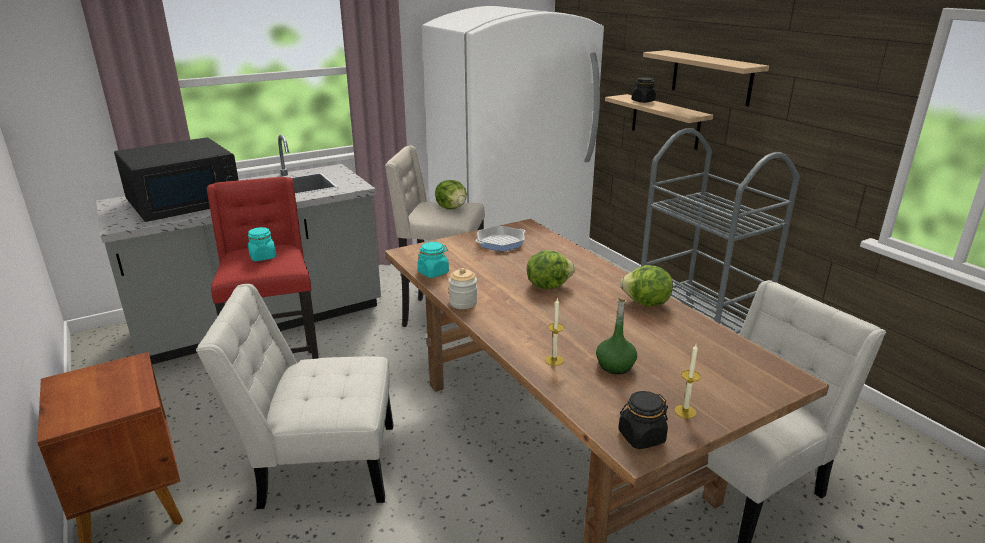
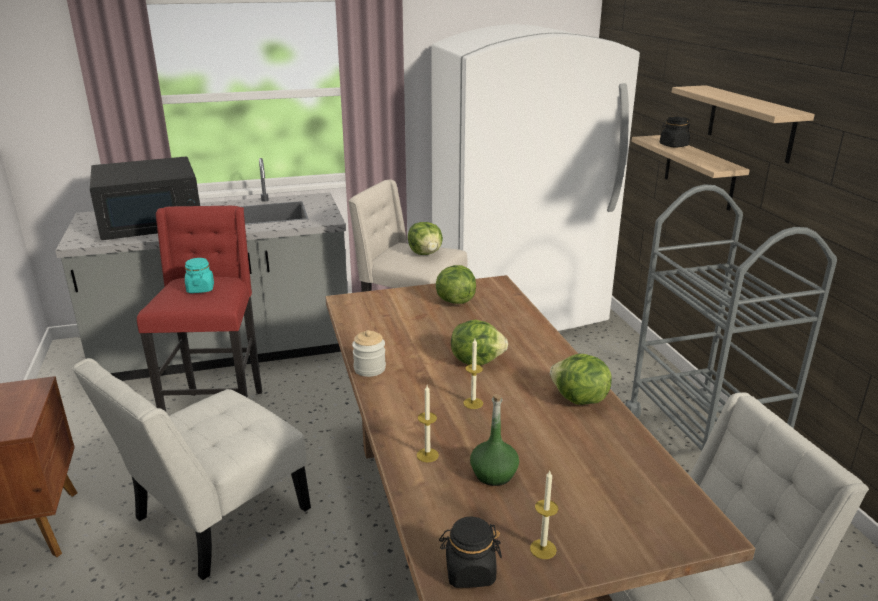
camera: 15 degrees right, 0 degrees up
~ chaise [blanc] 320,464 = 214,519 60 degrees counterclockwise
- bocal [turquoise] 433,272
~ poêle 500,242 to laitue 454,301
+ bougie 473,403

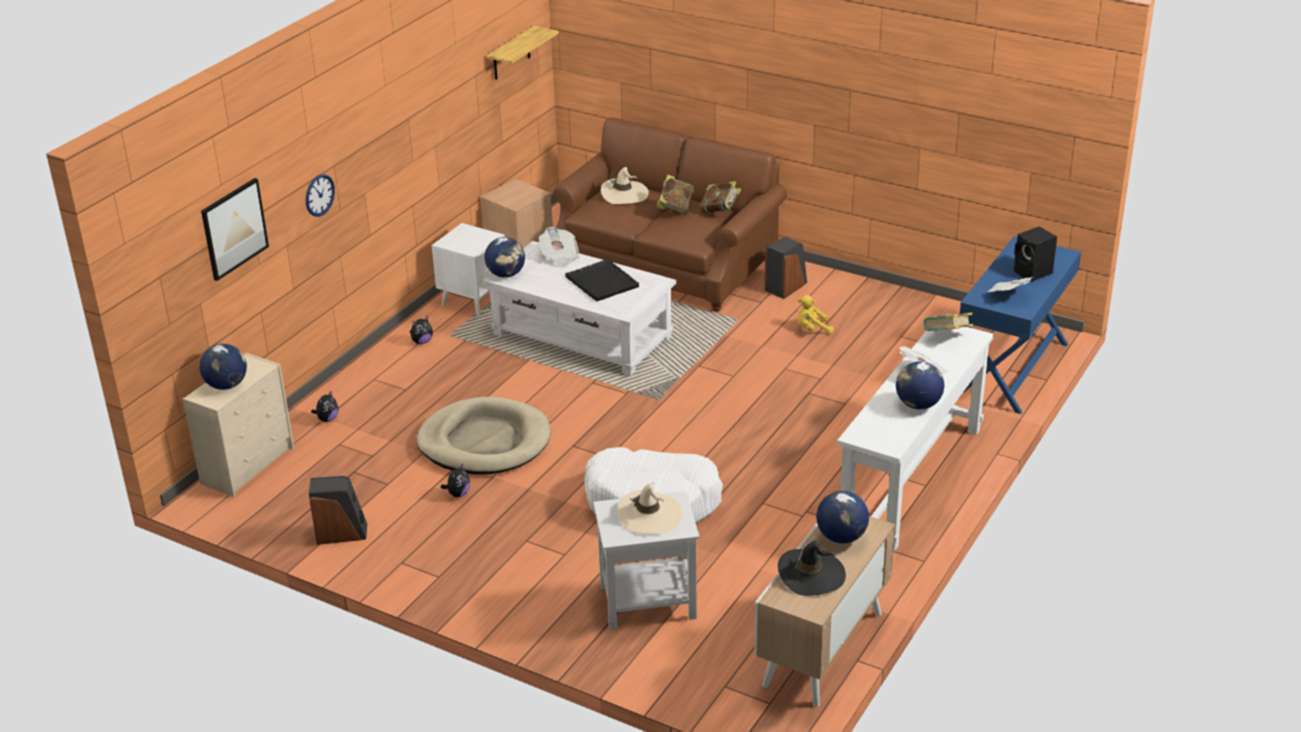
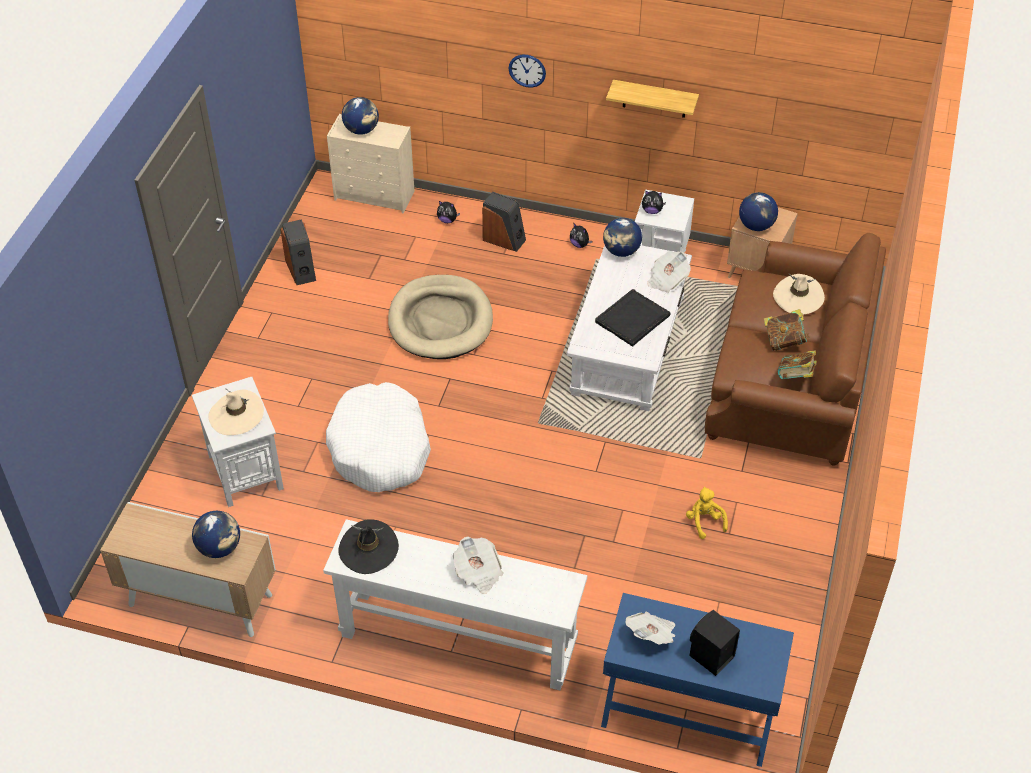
camera: 75 degrees right, 15 degrees up
- tableau 234,228
~ peluche 458,494 to 652,211
~ étagère 511,54 to 654,99
~ enceinte 786,287 to 504,239
~ chapeau [noir] 811,574 to 368,549
~ globe 918,405 to 756,225
- livre 946,337

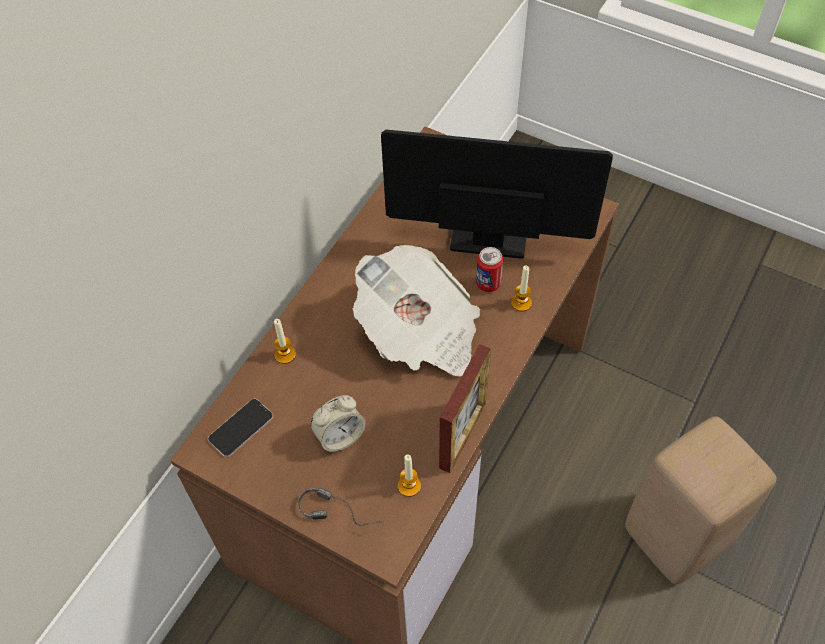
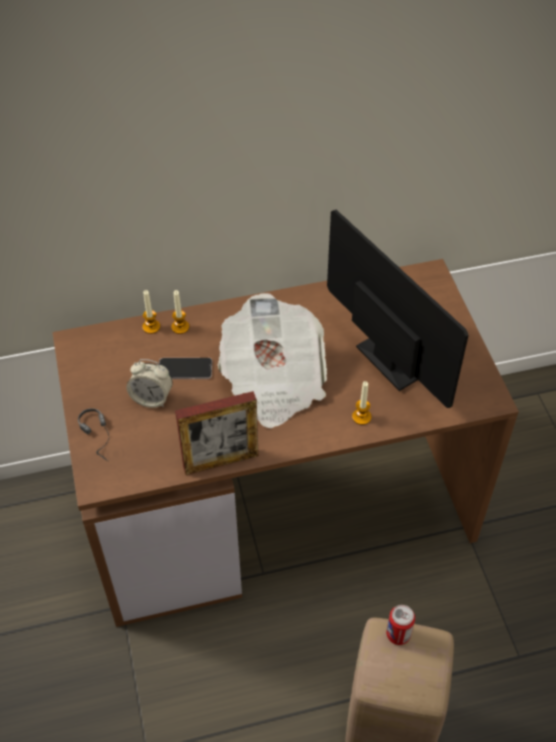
camera: 45 degrees right, 5 degrees down
~ téléphone 241,428 to 185,369
~ bougie 409,486 to 151,327
~ boîte métallique 488,283 to 398,634

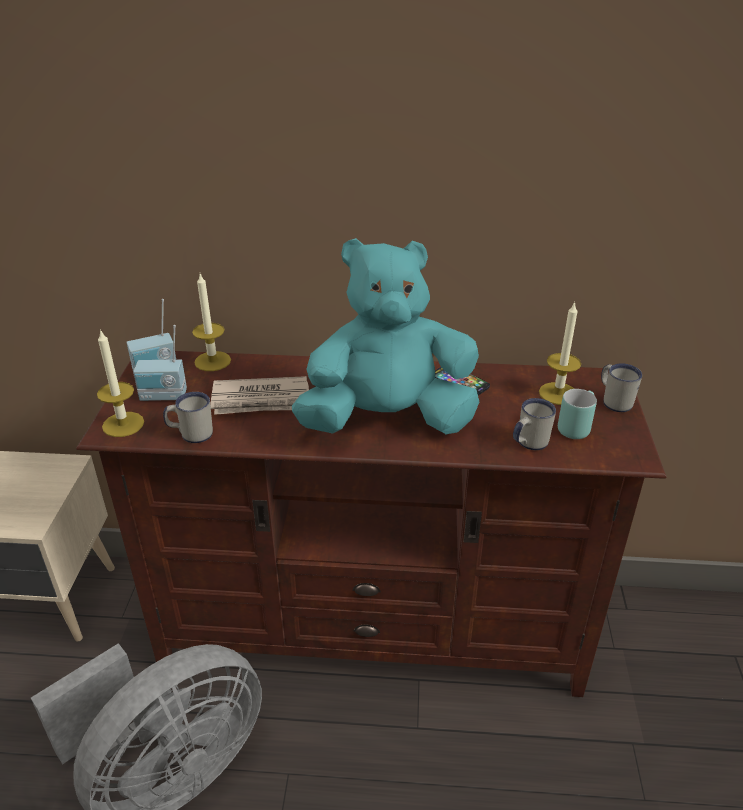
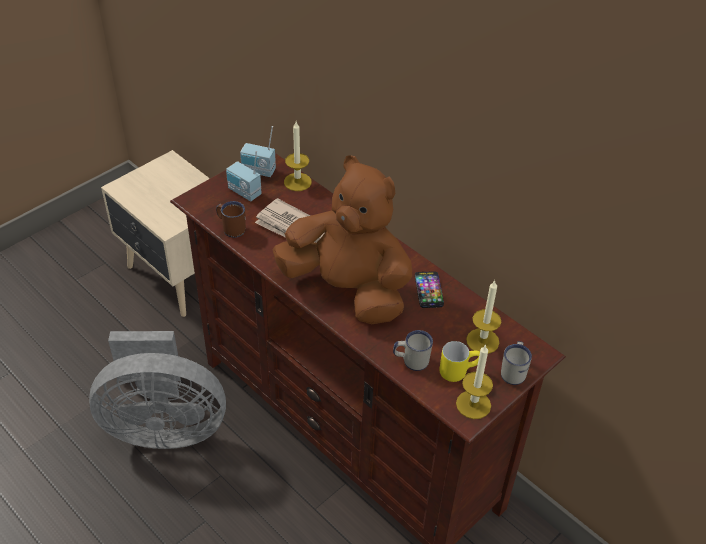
camera: 40 degrees right, 10 degrees up
~ bougie 123,424 to 473,404
~ mug [blanc] 191,434 to mug [marron] 231,228
~ peluche [turquoise] 388,420 to peluche [marron] 348,289
~ mug [turquoise] 574,426 to mug [jaune] 458,370

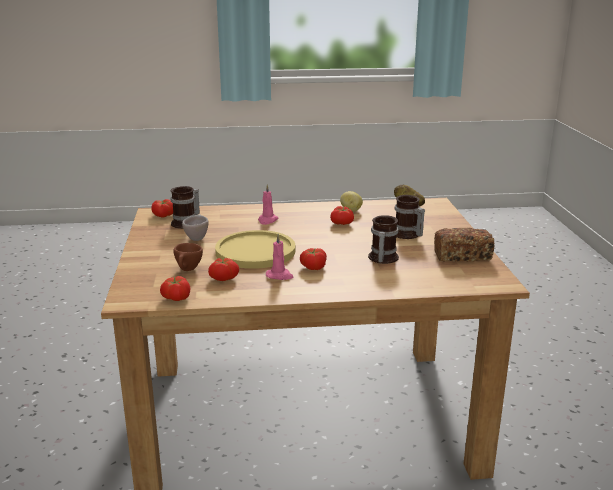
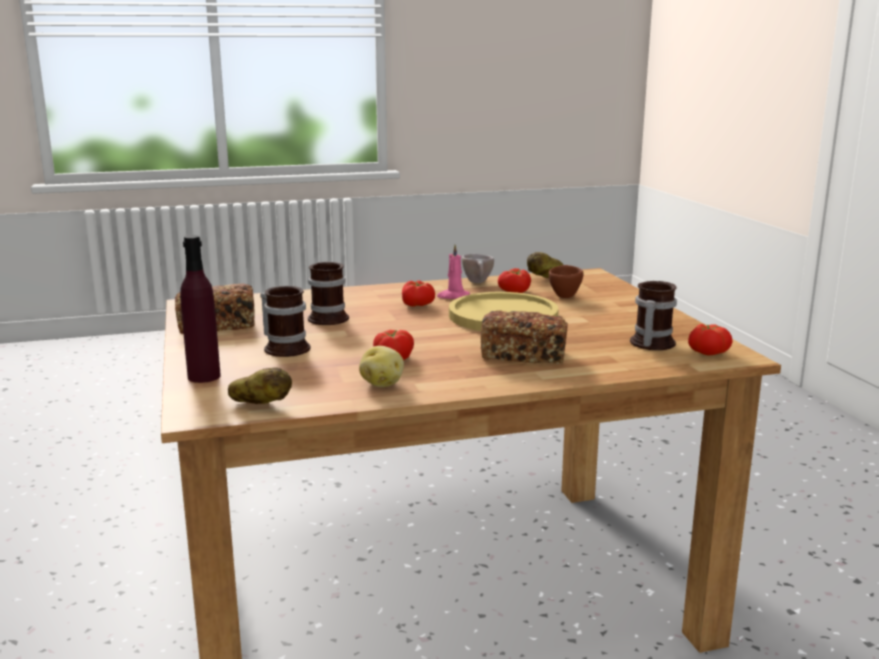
camera: 170 degrees right, 5 degrees down
~ tomate 175,298 to pomme de terre 545,277
~ tasse [beige] 197,237 to 478,283
~ bougie [rose] 267,220 to pain 523,355
+ bouteille [violet] 204,376

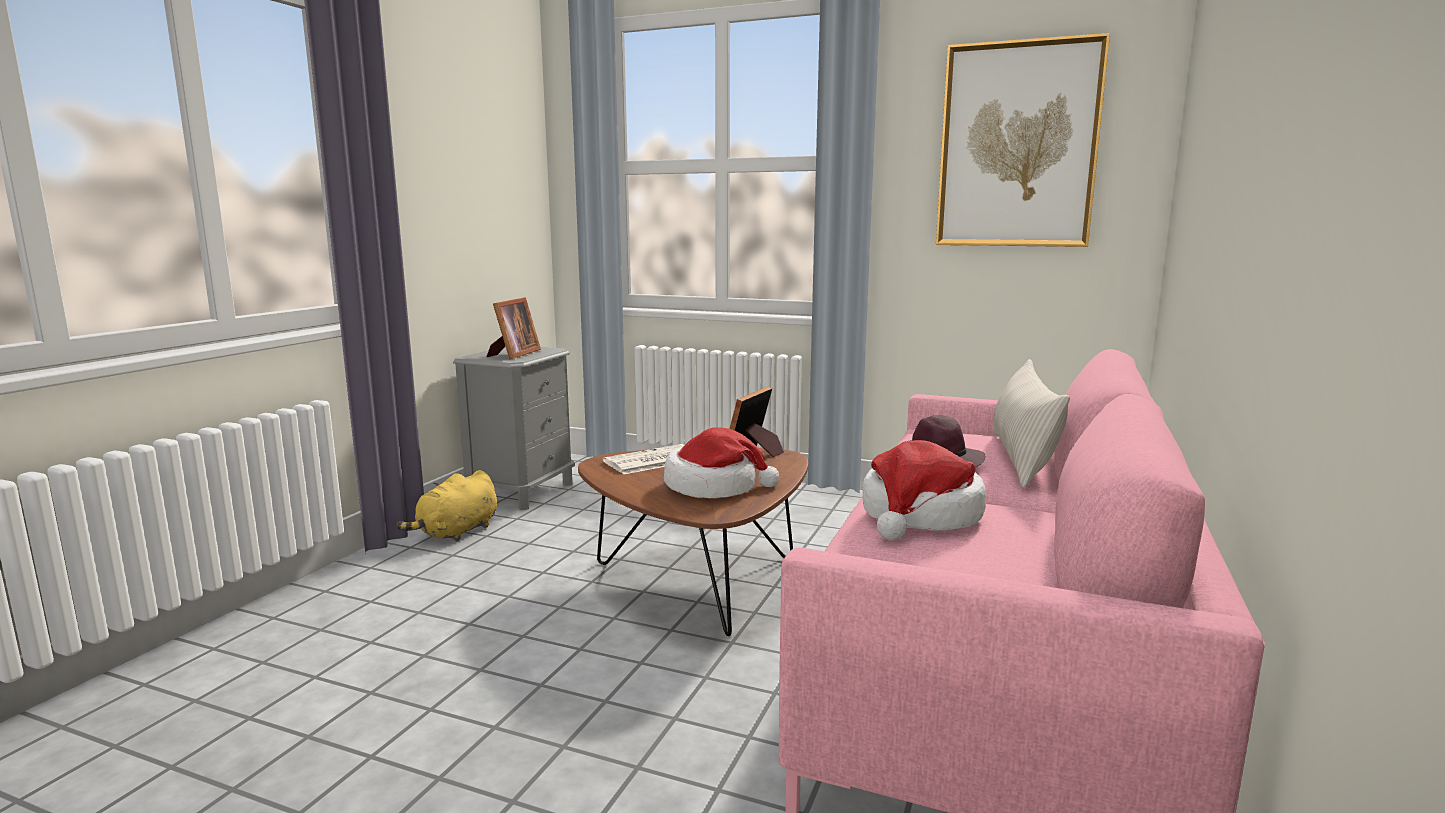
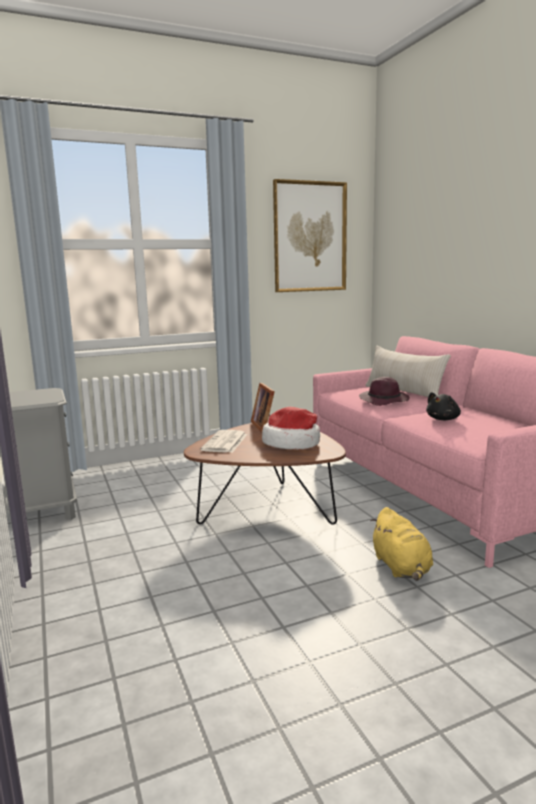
camera: 45 degrees left, 0 degrees up
~ peluche [jaune] 456,532 to 401,568
- cadre photo 513,354
~ chapeau 920,516 to peluche [noir] 443,419

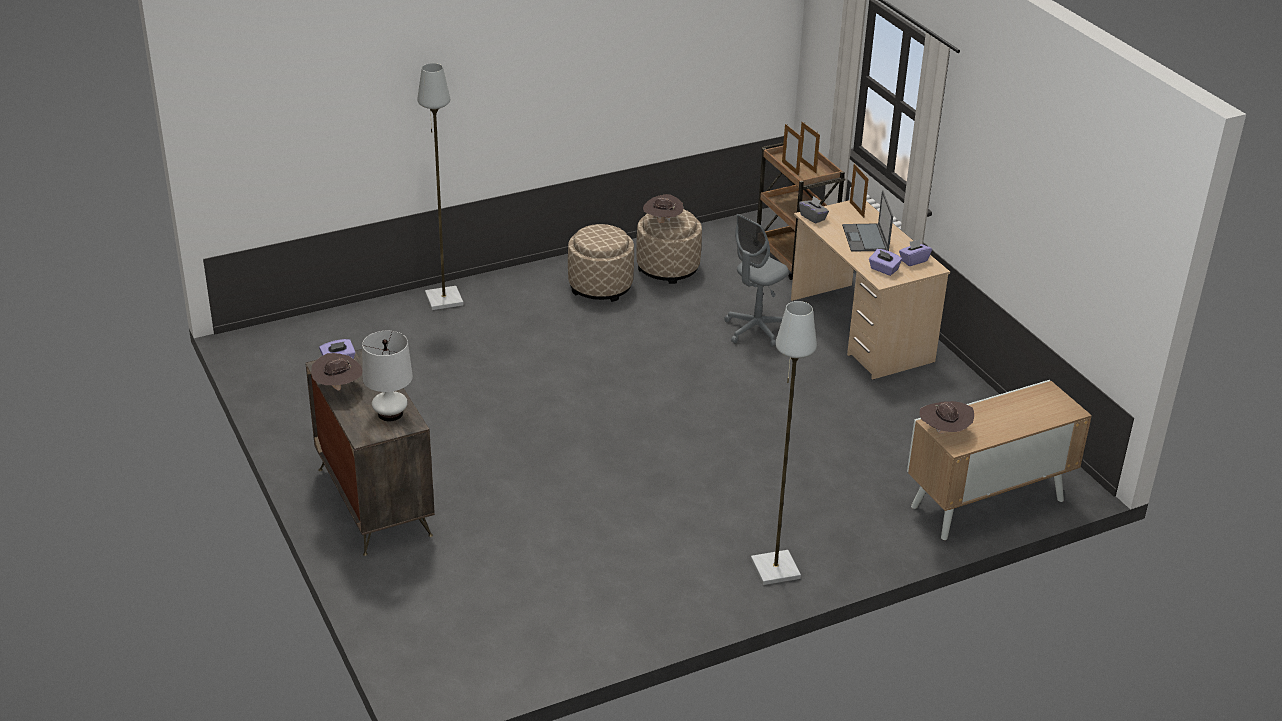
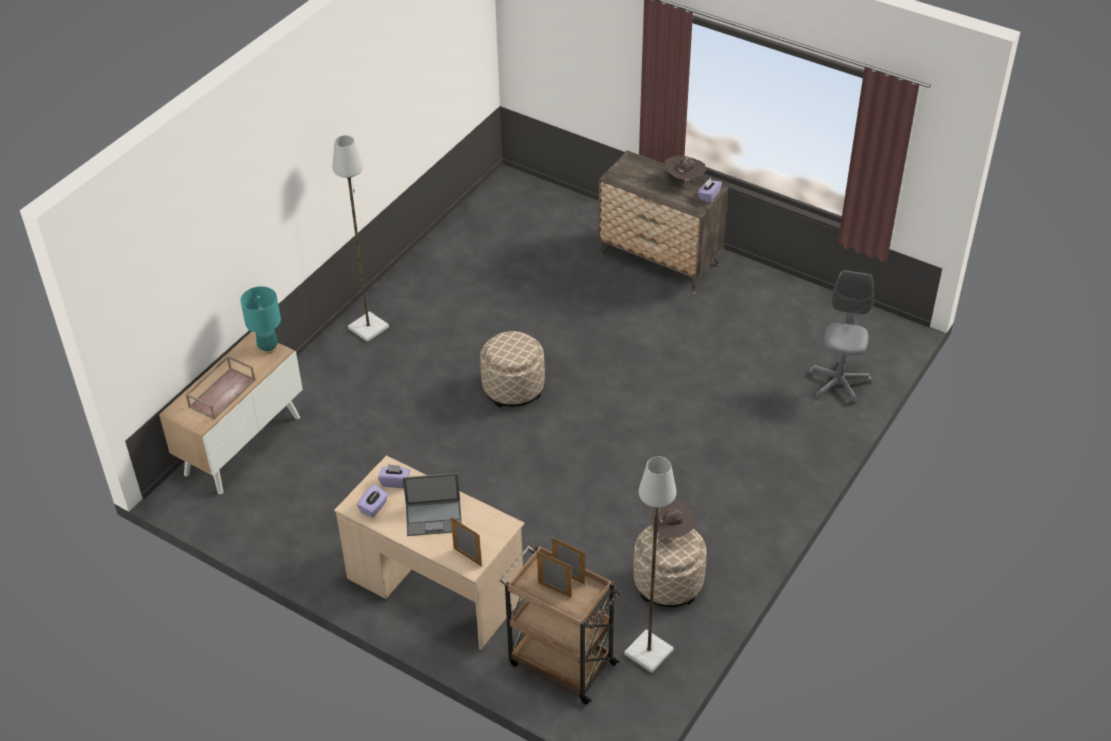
camera: 150 degrees right, 10 degrees up
- lampe de table [blanc] 390,414
~ lampadaire [gris] 443,300 to 648,651
~ pouf [beige] 600,286 to 513,387
~ chaise de bureau [gris] 755,330 to 838,382
- boîte à mouchoirs [gris] 813,217
~ ordinateur portable 865,238 = 434,517 120 degrees clockwise
~ chapeau [marron] 944,433 to lampe de table [turquoise] 268,347
+ plateau [marron] 222,392

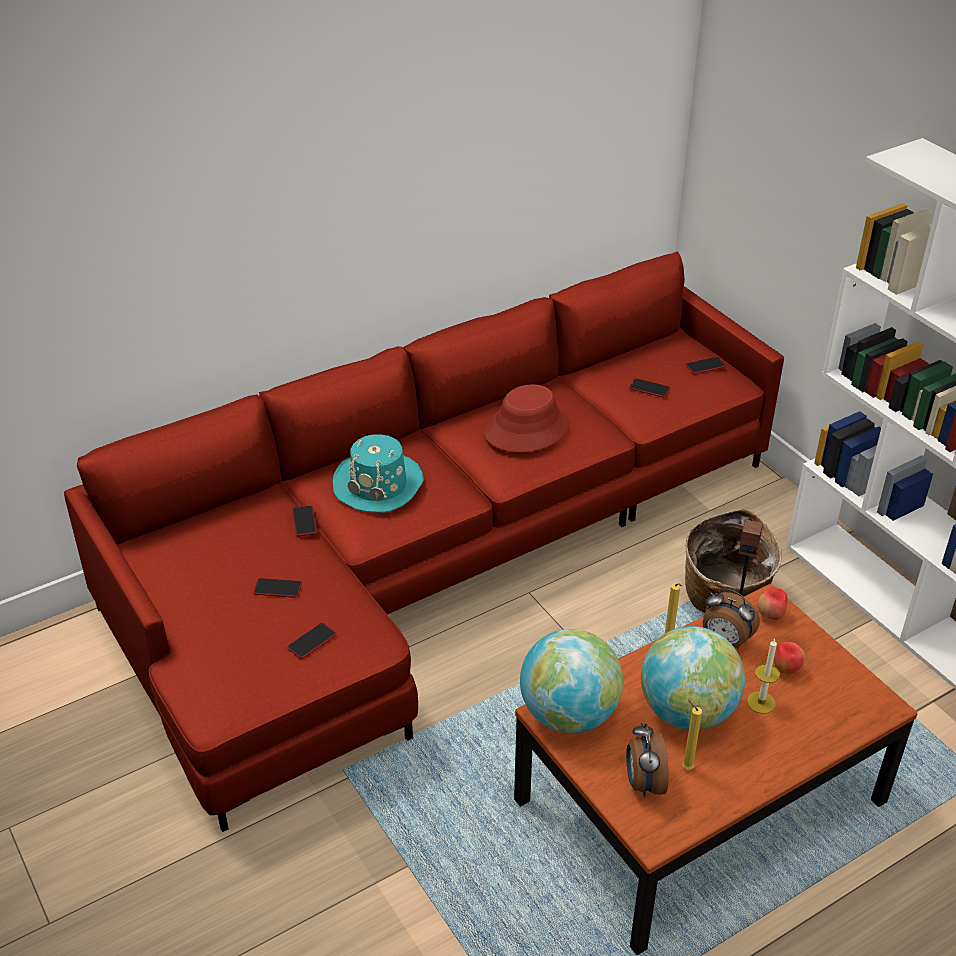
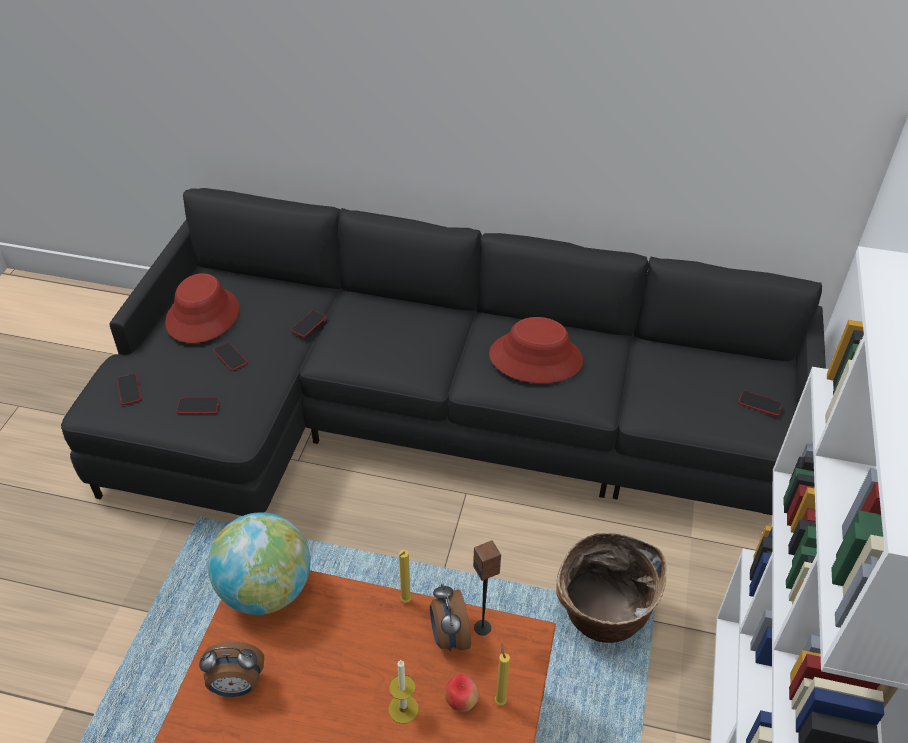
camera: 45 degrees right, 5 degrees up
~ canapé [rouge] 429,563 to canapé [noir] 429,421
- chapeau [turquoise] 379,484
~ réveil 643,783 = 236,686 135 degrees counterclockwise
~ téléphone 649,388 to 129,389
- globe 687,711
~ bougie [jaune] 685,767 to 500,700
- pomme 770,615
+ chapeau [rouge] 202,316

